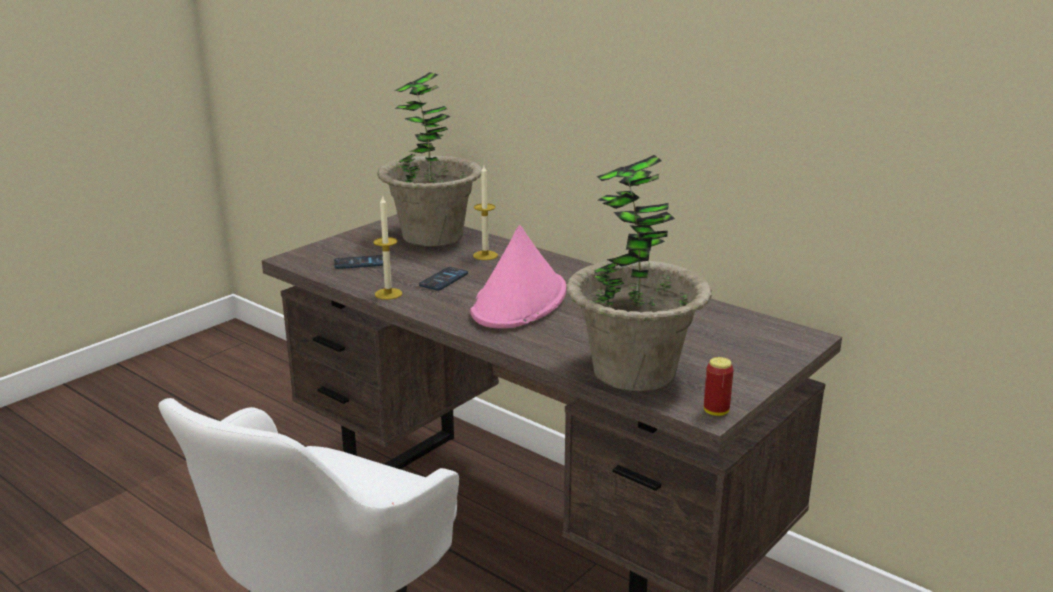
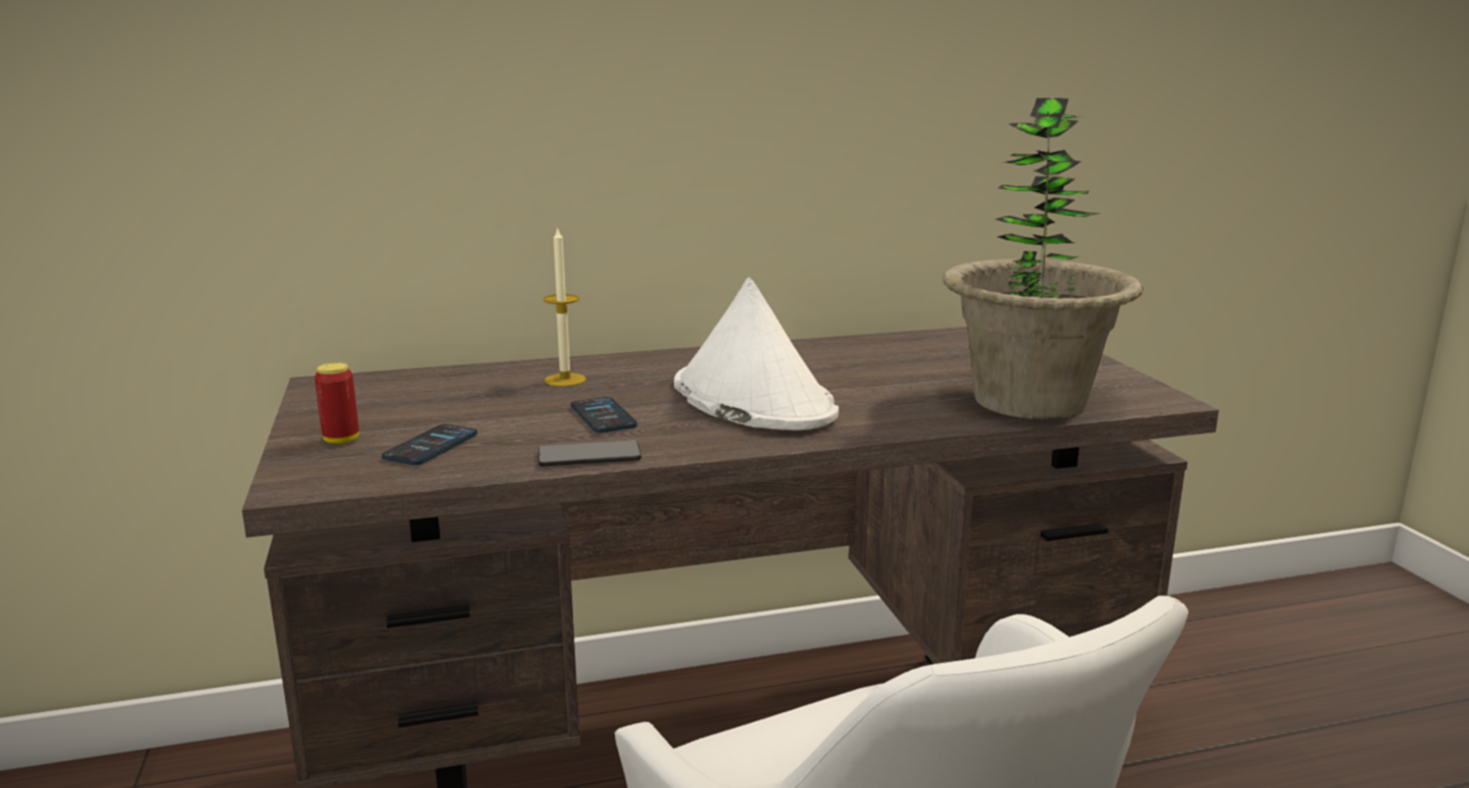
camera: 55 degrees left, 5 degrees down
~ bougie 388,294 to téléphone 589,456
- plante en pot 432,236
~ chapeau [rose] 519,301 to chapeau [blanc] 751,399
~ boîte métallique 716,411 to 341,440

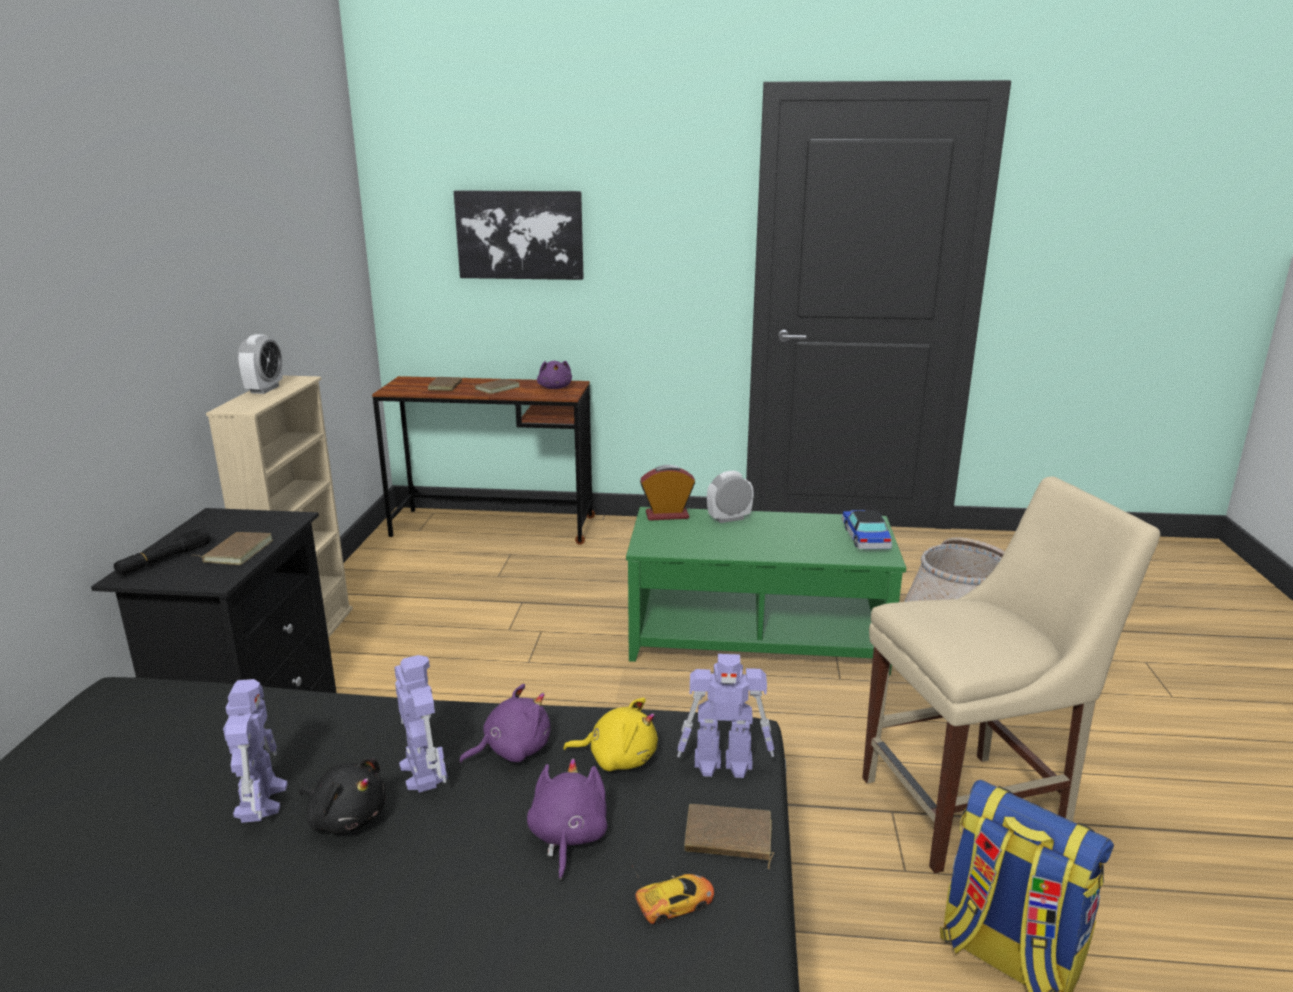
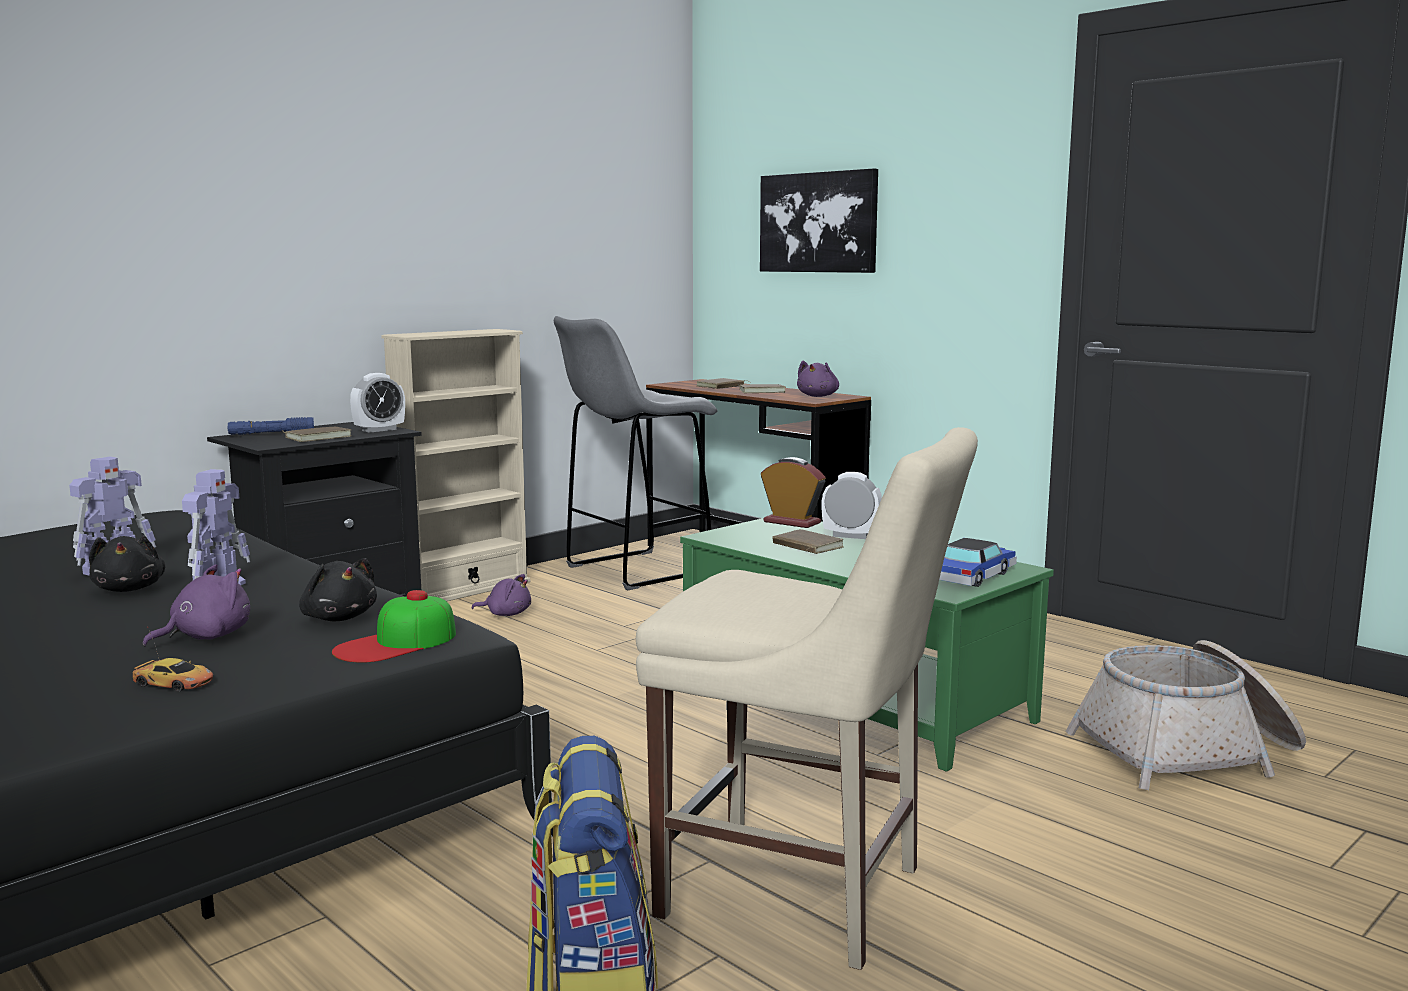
camera: 40 degrees right, 10 degrees down
~ lampe de poche [noir] 164,560 to lampe de poche [bleu] 271,434
~ réveil 264,389 to 379,430
~ peluche [violet] 512,750 to 506,614
~ peluche [jaune] 618,758 to peluche [noir] 339,618
~ robot jouet 725,764 to casquette 396,643
~ livre [marron] 728,839 to 806,546
+ tabouret [gris] 634,571

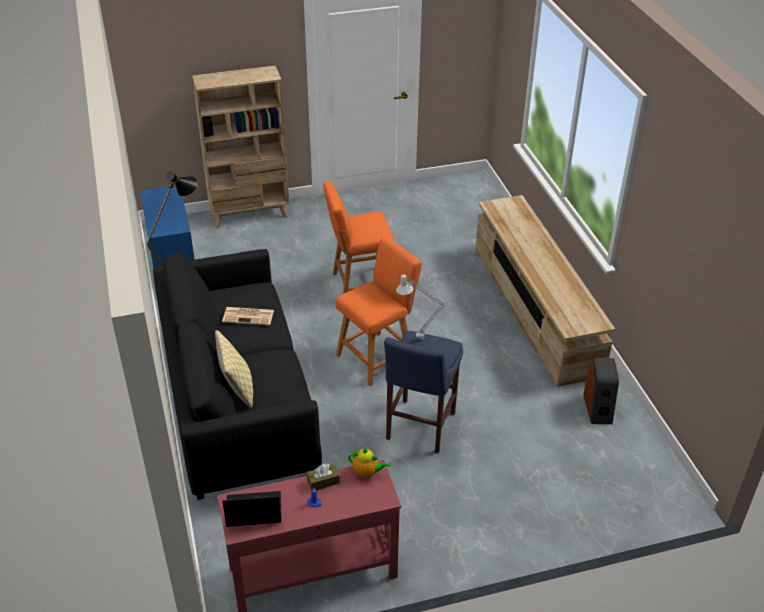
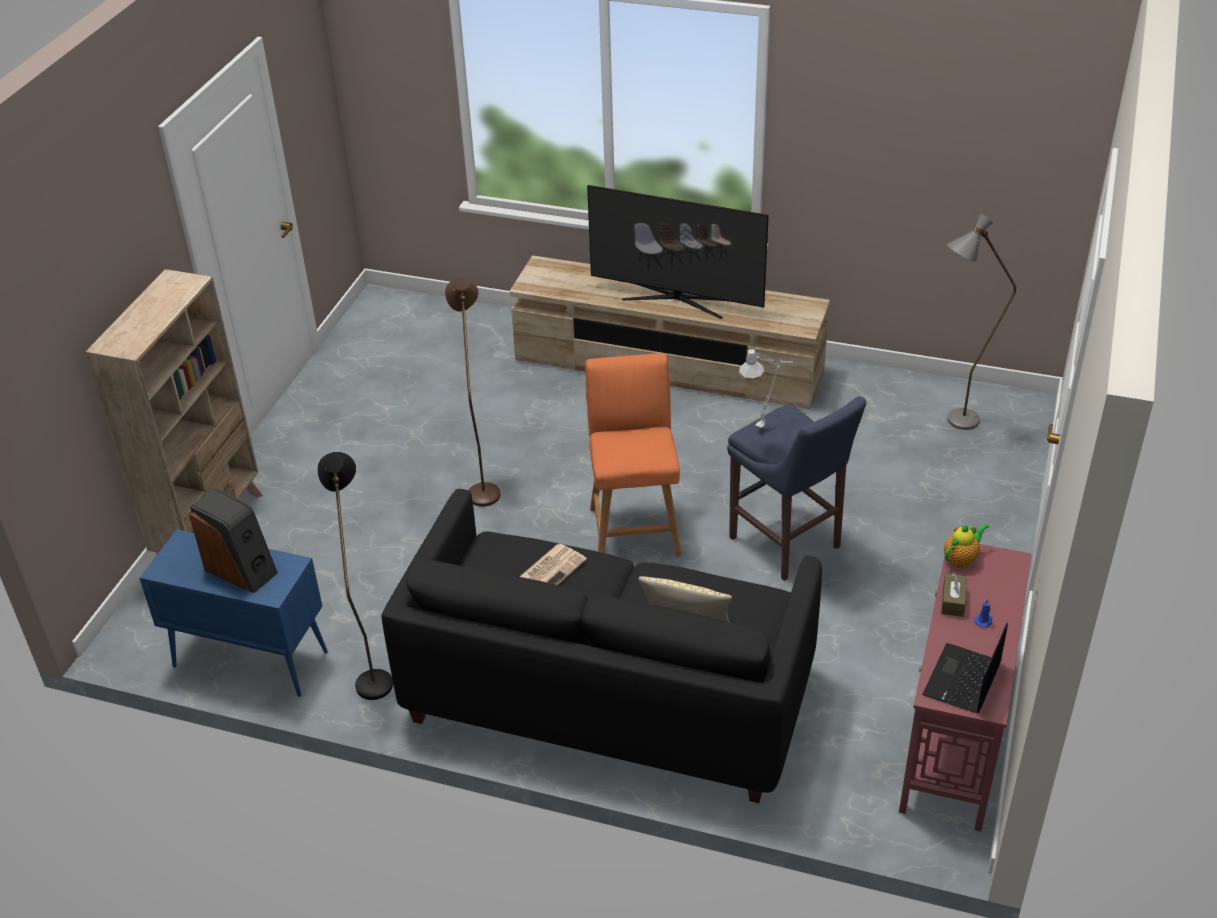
camera: 55 degrees left, 0 degrees up
~ tabouret [orange] 358,285 to lampadaire [marron] 482,487
~ enceinte 598,408 to 241,570
+ téléviseur 676,299
+ lampadaire [gris] 954,424

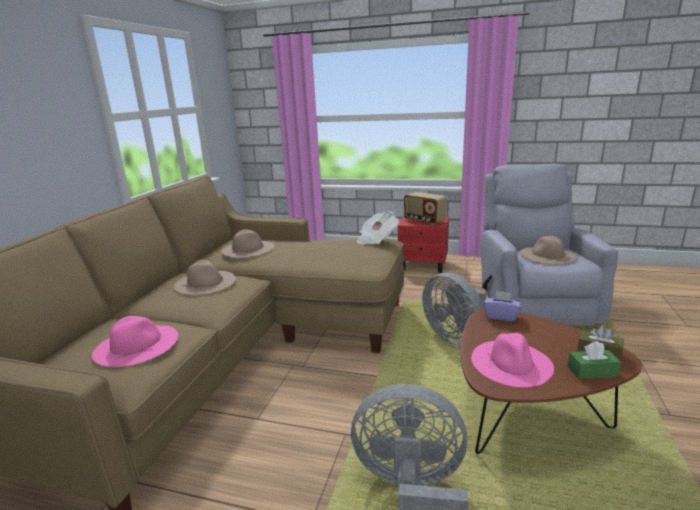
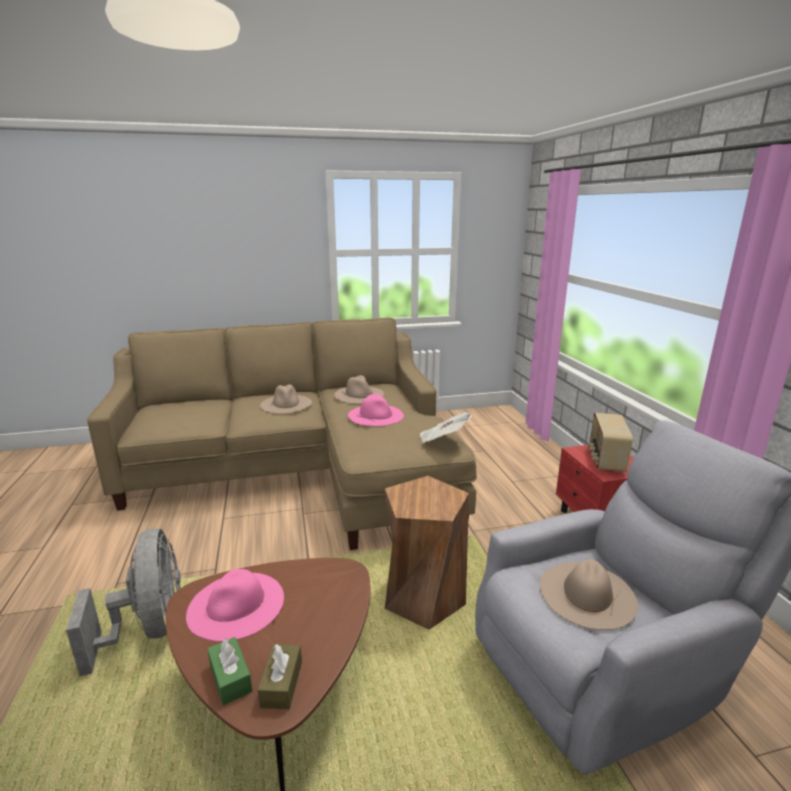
camera: 60 degrees right, 0 degrees up
~ chapeau [rose] 136,344 to 376,415
~ ventilateur [gris] 455,336 to tabouret [marron] 423,597
- boîte à mouchoirs [violet] 501,316

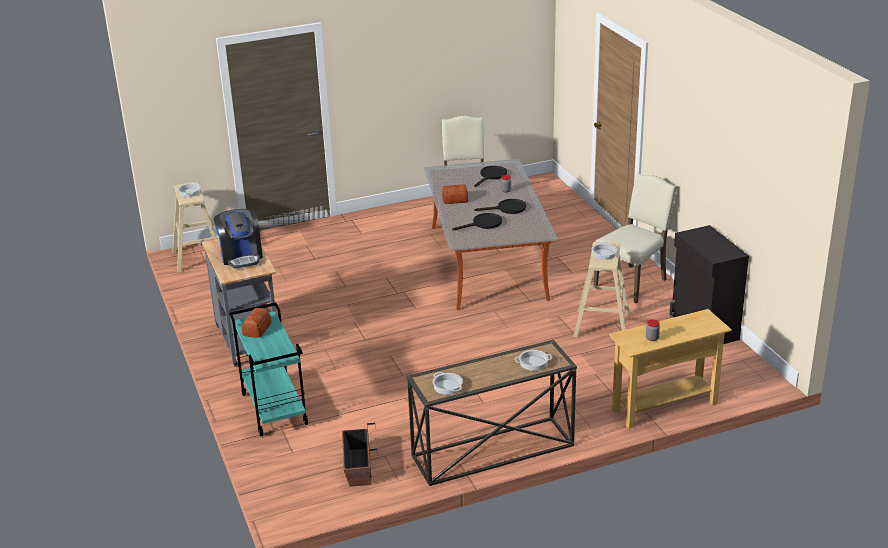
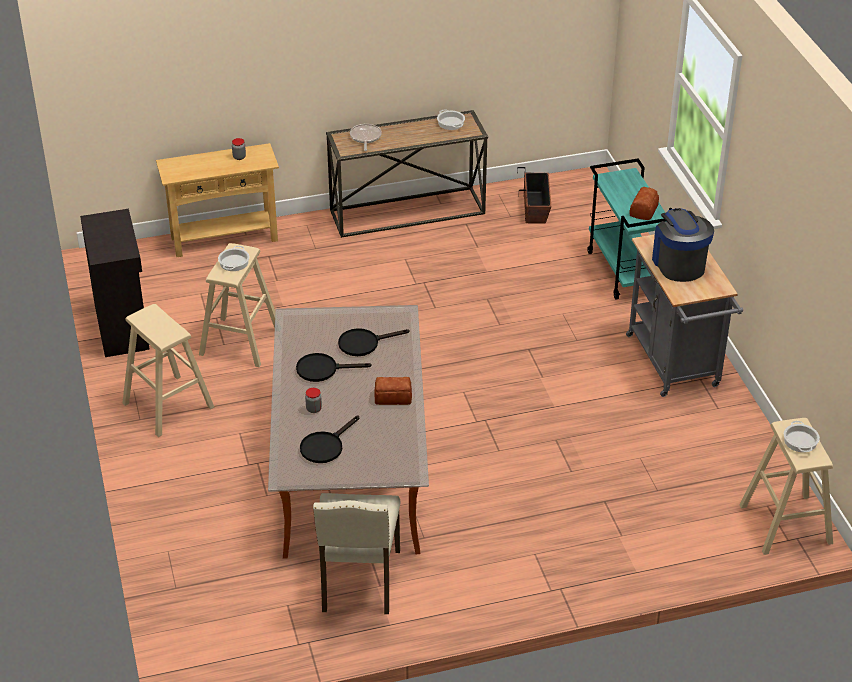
camera: 175 degrees left, 10 degrees up
~ marmite 533,363 to poêle 365,137
~ chaise [beige] 632,282 to tabouret [beige] 168,405

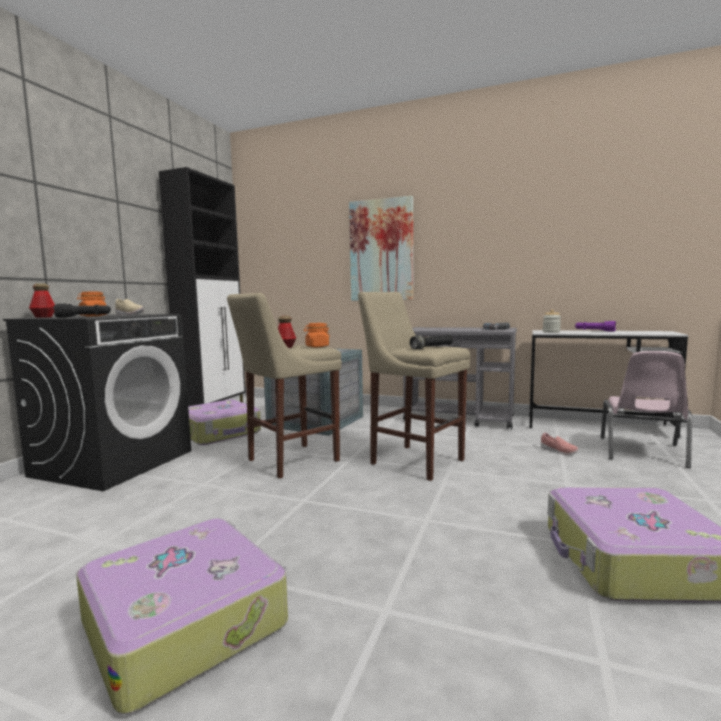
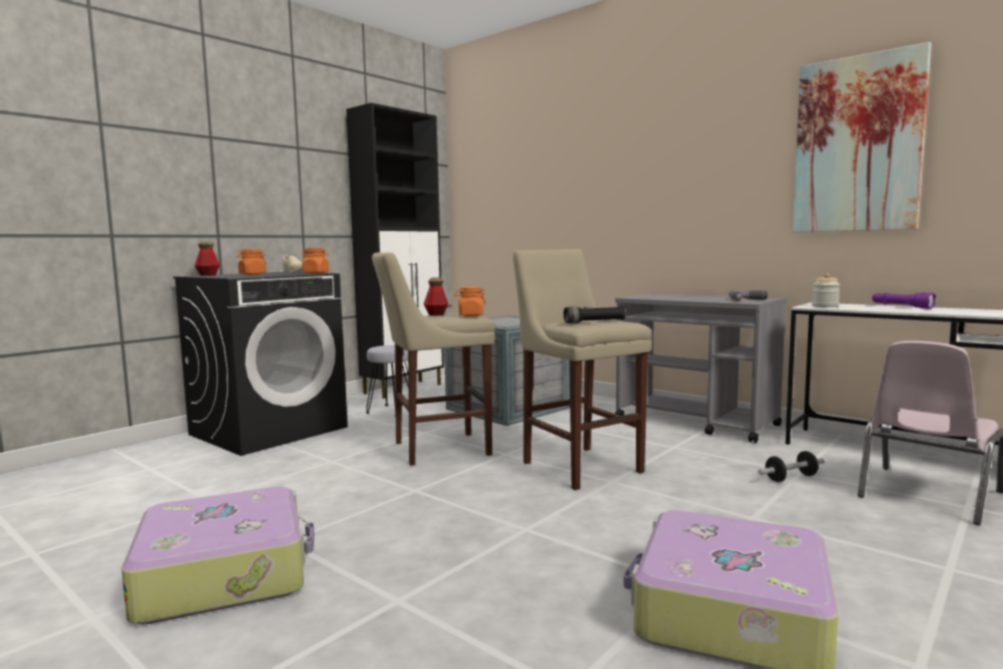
camera: 20 degrees right, 0 degrees up
- lampe de poche [noir] 84,317
~ valise 220,432 to tabouret [gris] 392,411
~ tableau 381,250 to 857,144
~ chaussure [rose] 558,451 to haltère 791,478
+ bocal [orange] 316,273

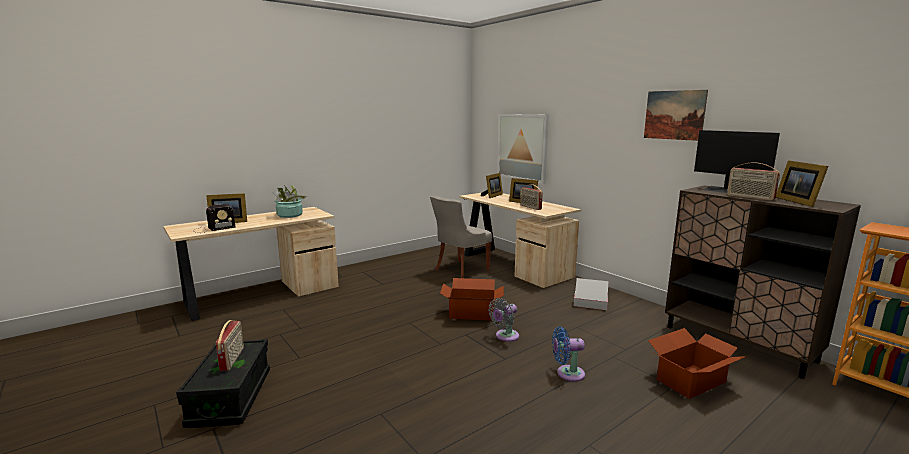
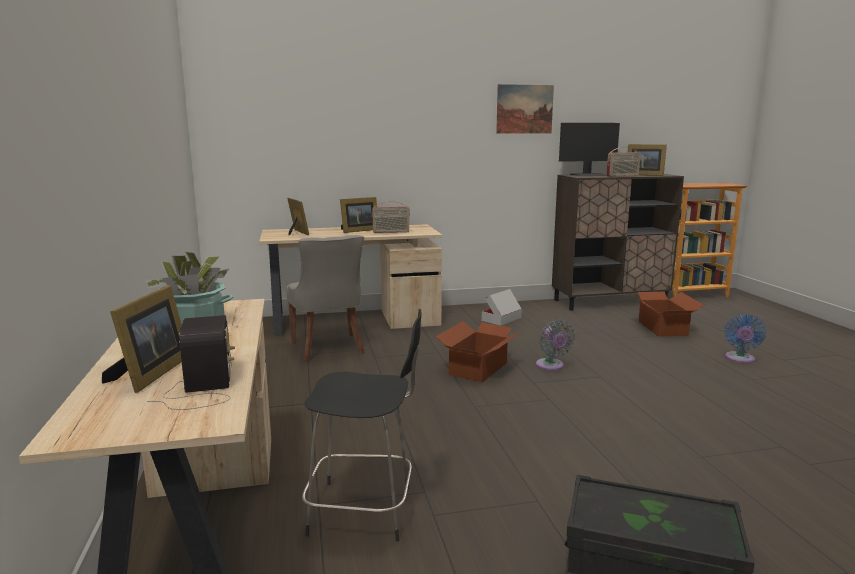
camera: 65 degrees left, 0 degrees up
- radio 233,359
- tableau 522,147
~ ventilateur [bleu] 567,373 to 740,359
+ tabouret [noir] 365,510

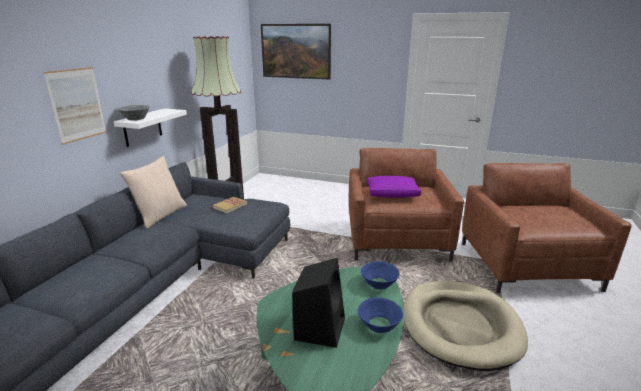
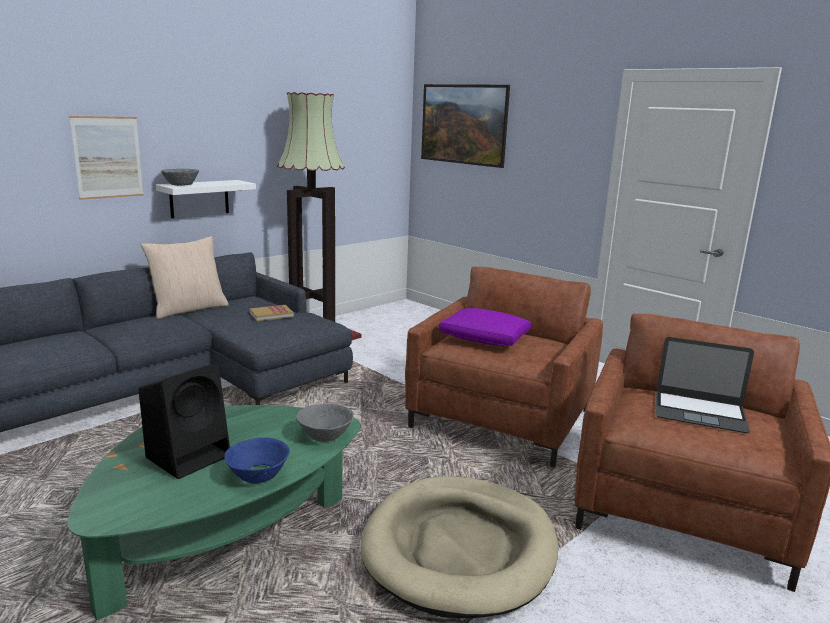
camera: 25 degrees right, 5 degrees down
~ bol [bleu] 379,283 to bol [gris] 325,435
+ ordinateur portable 699,412

